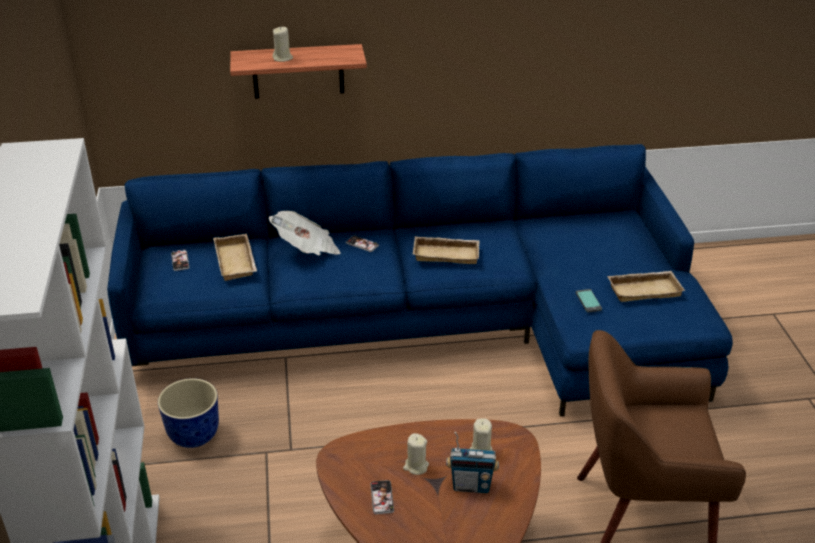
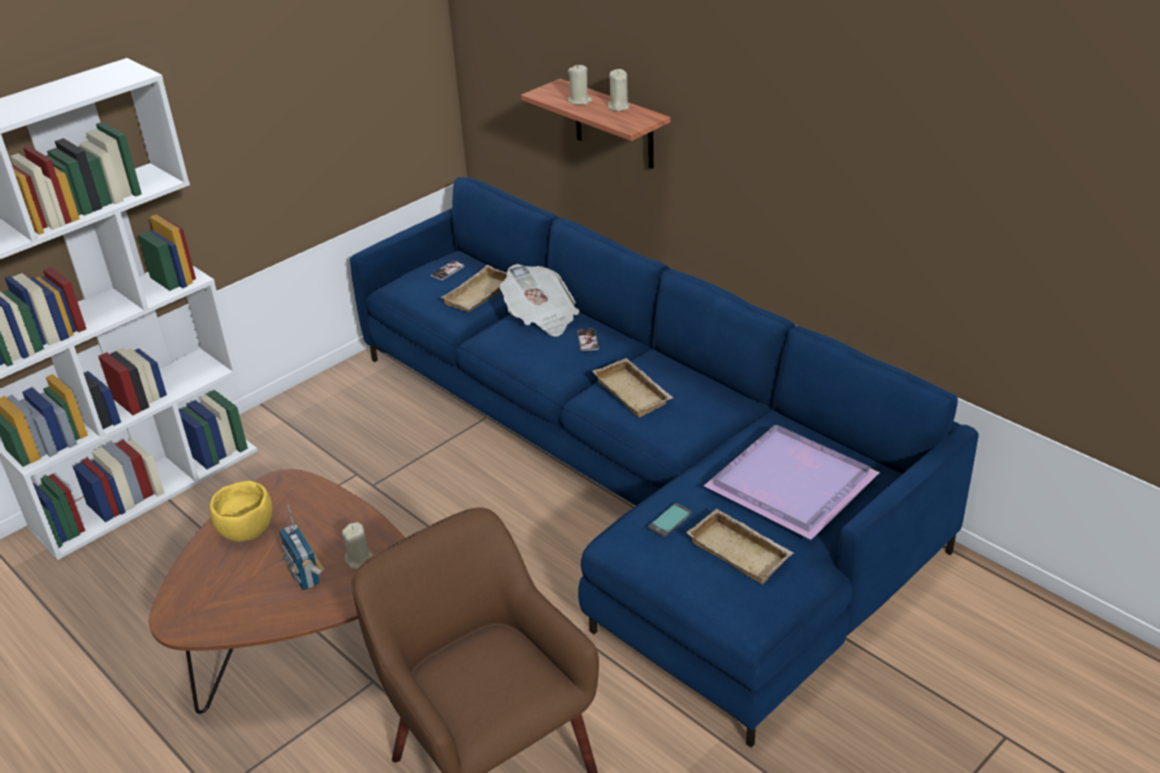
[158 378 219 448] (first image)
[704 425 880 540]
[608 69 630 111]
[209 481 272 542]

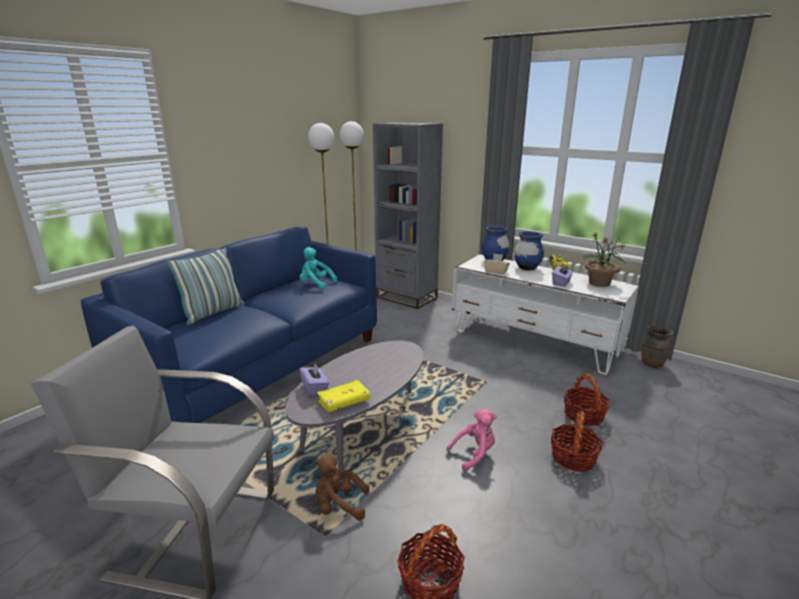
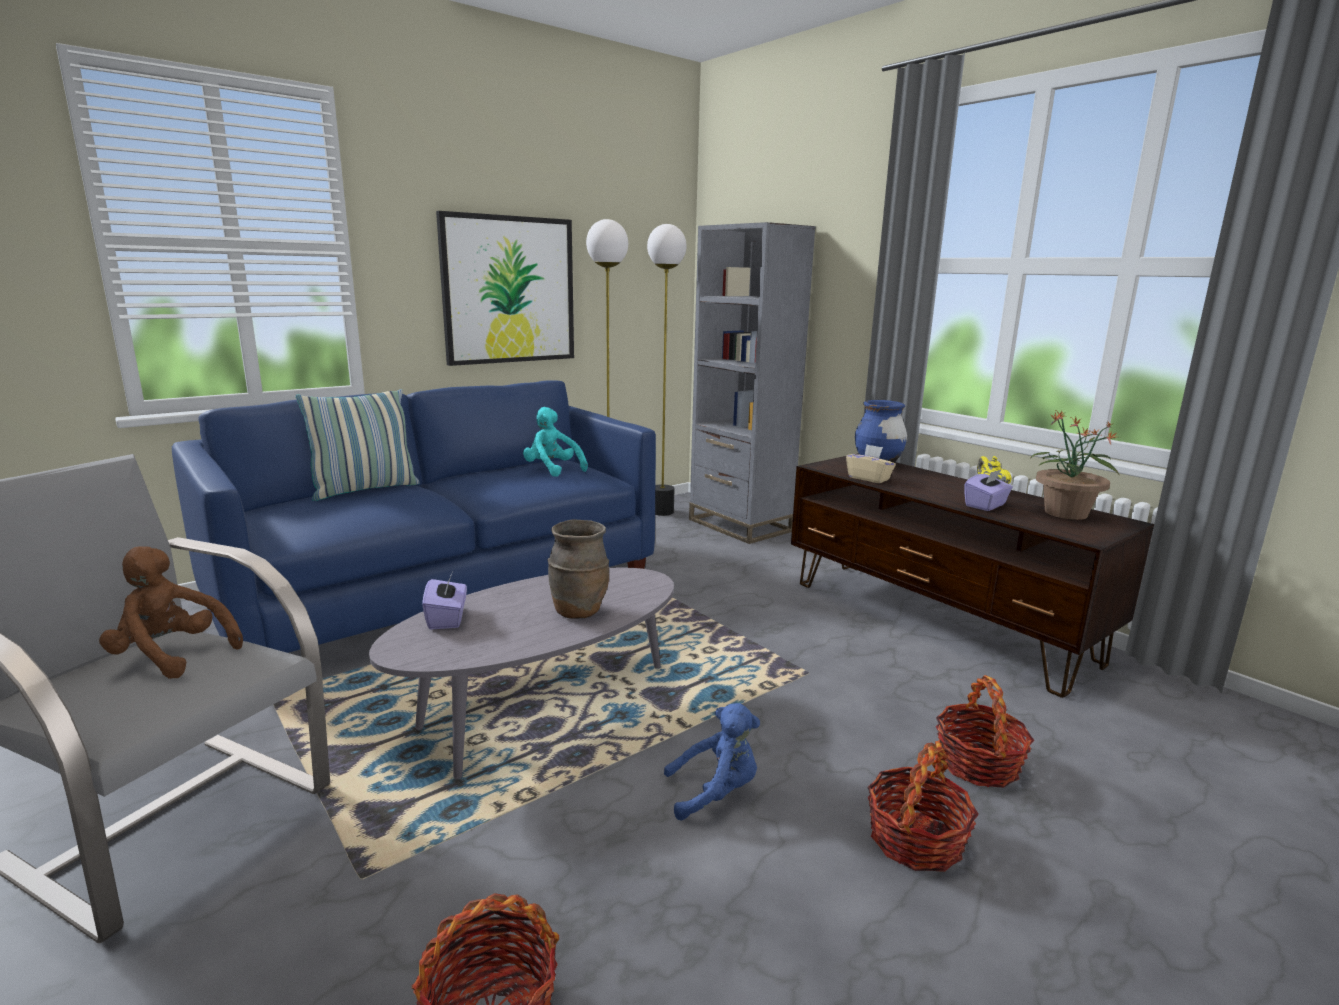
[317 380 370 412] (first image)
[514 231 544 270] (first image)
[436 211 574 366]
[99 546 243 679]
[548 520 609 619]
[664 703 760 821]
[791 453 1154 698]

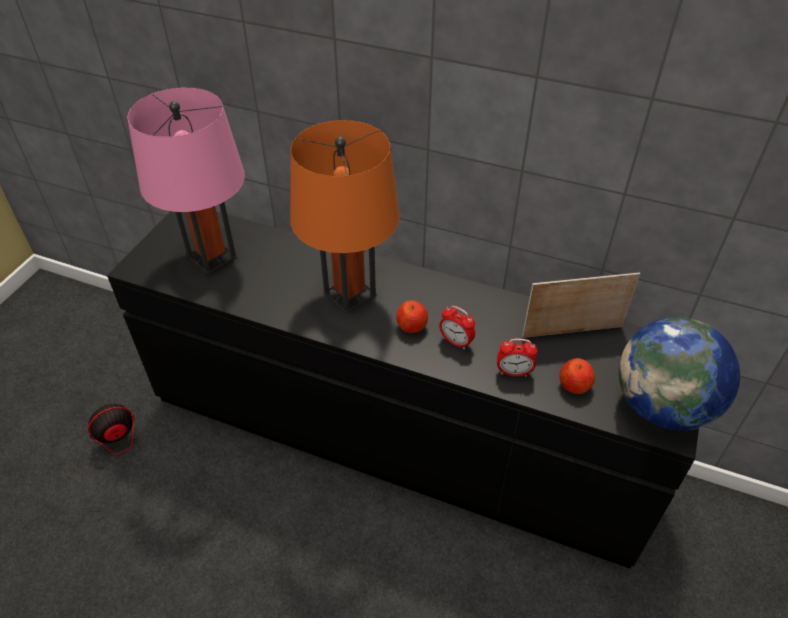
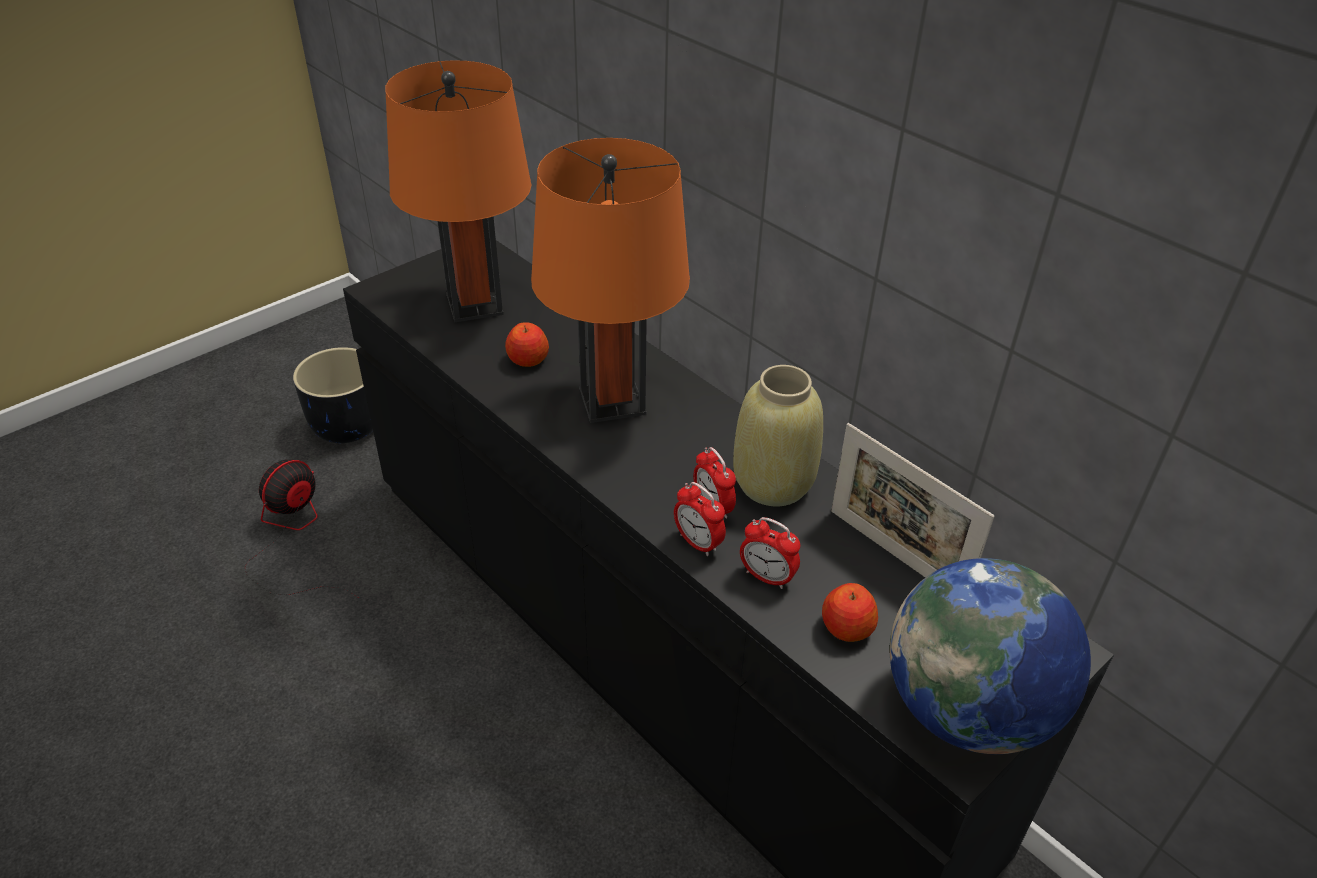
[293 347 373 443]
[674 482 726 556]
[733 365 823 506]
[505 322 549 367]
[385 60 532 322]
[245 459 359 598]
[831 423 995 578]

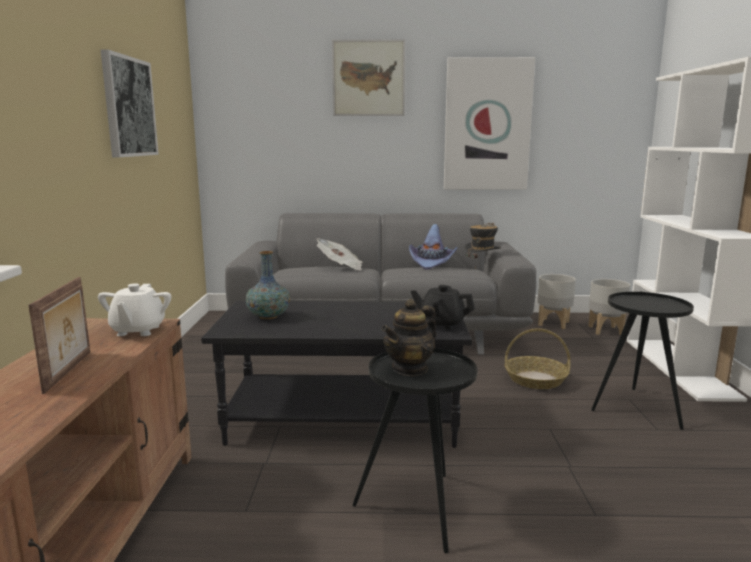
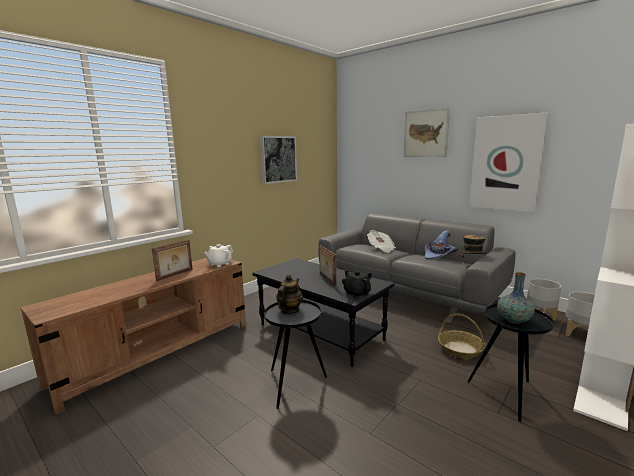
[320 245 336 286]
[497 272 535 324]
[276 275 303 314]

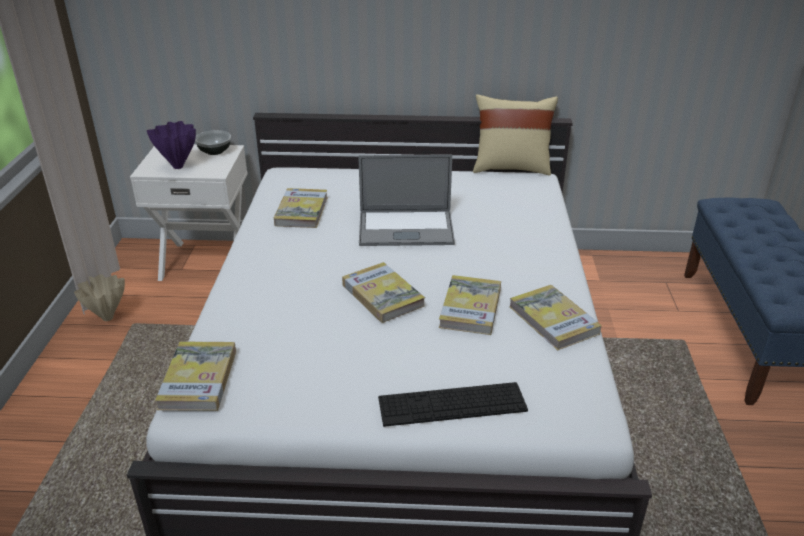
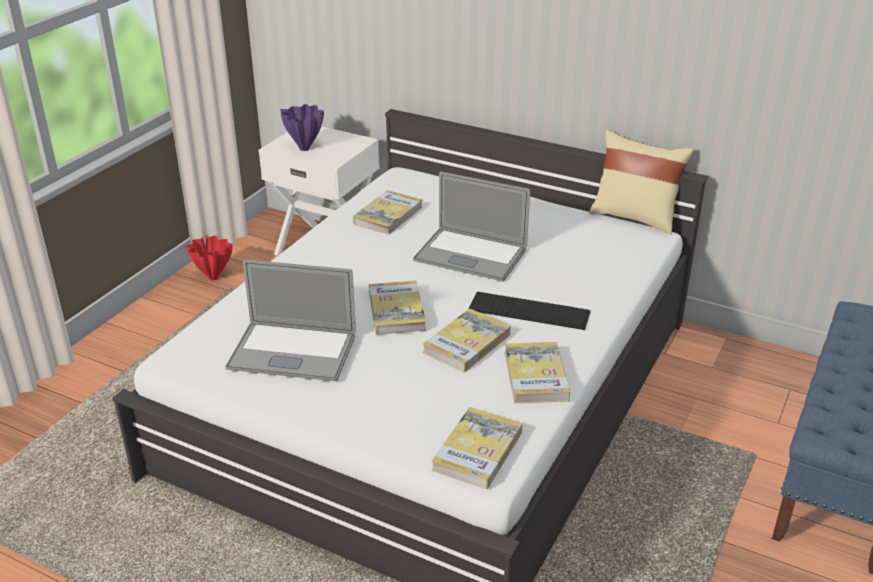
[195 130 231 155] (first image)
[226 259 356 382]
[431 407 523 489]
[469 292 591 330]
[186 235 232 280]

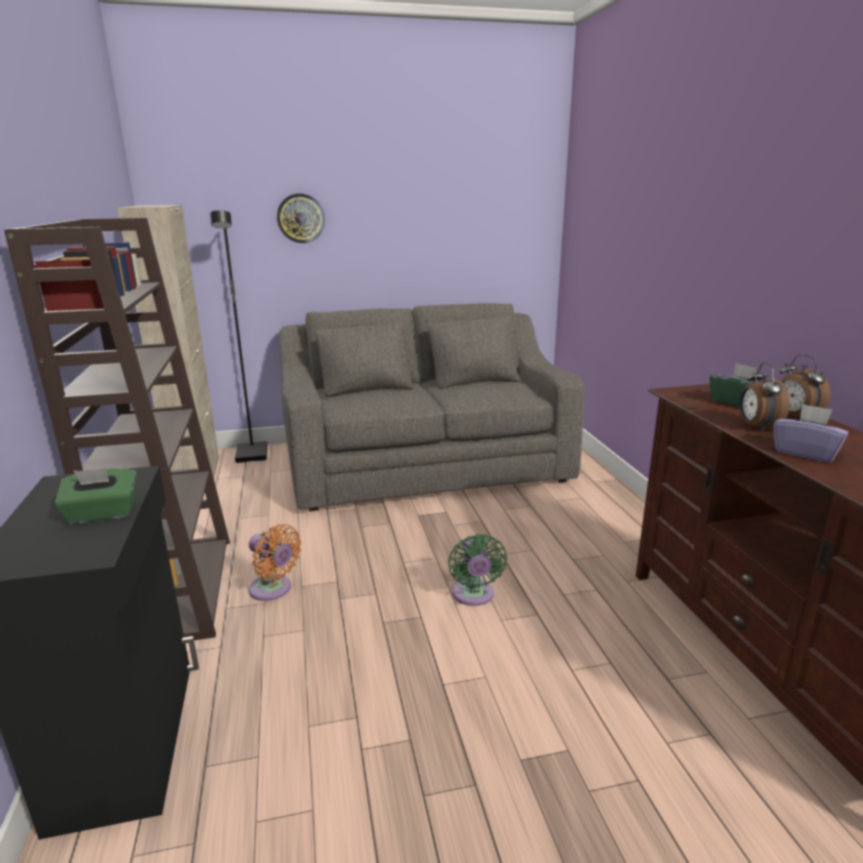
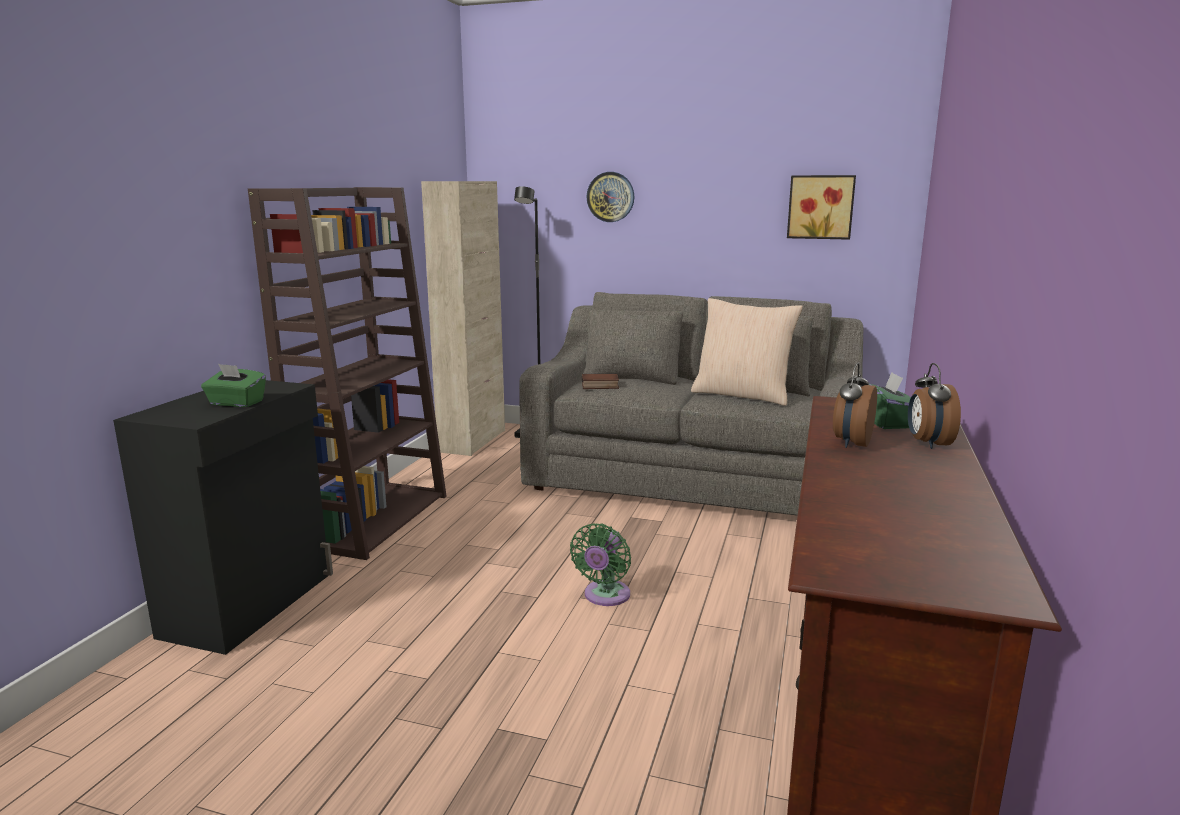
[249 524 301 601] (first image)
[774 404 848 463] (first image)
[582 374 619 389]
[691 298 803 406]
[787 175 856 240]

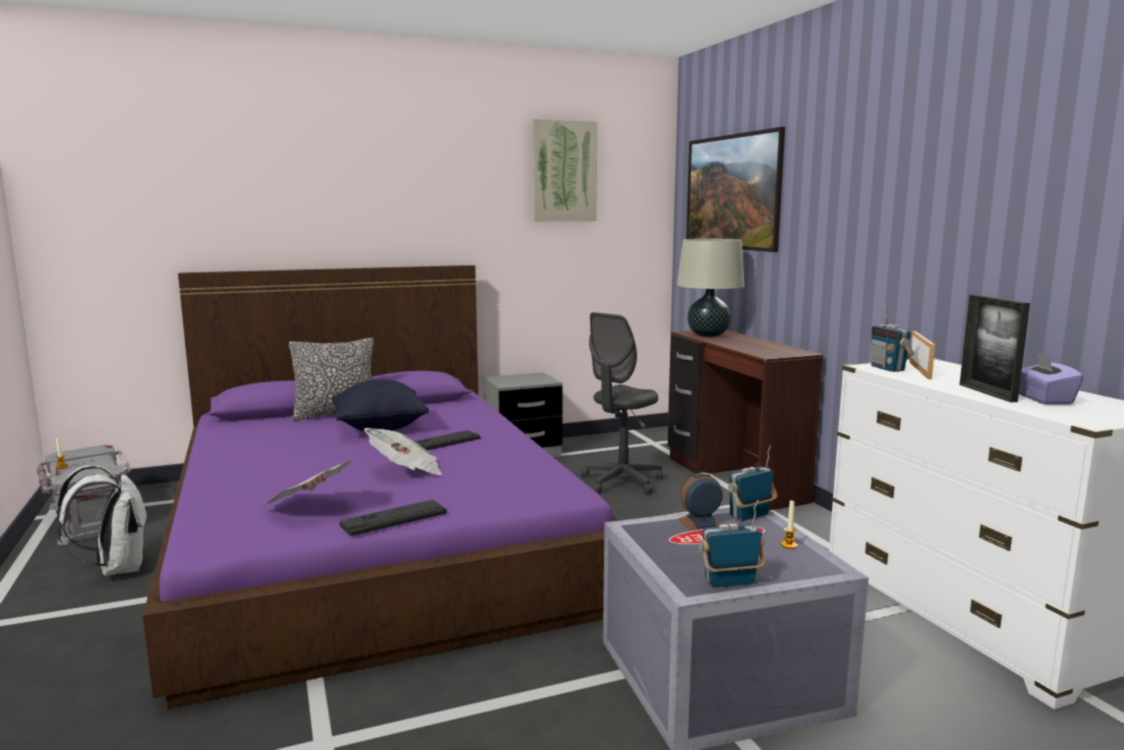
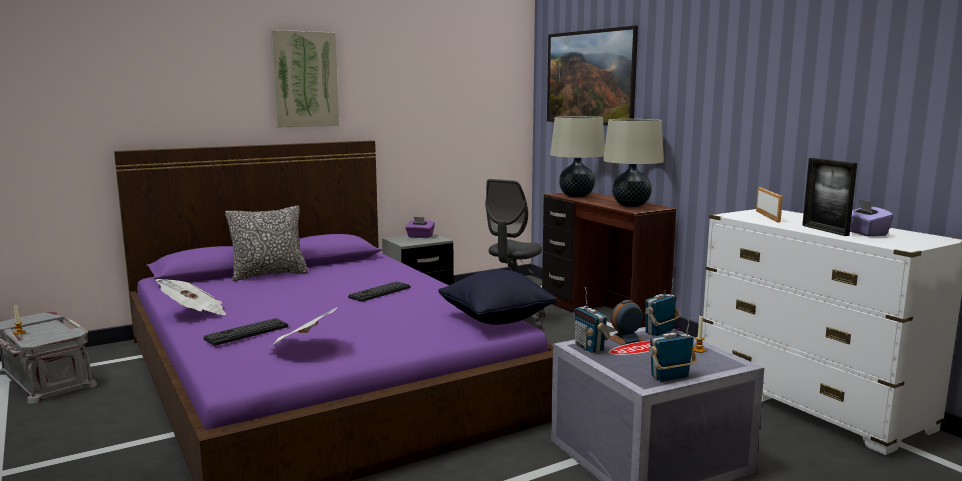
[57 465 148 576] (first image)
[405 217 435 238]
[603 119 664 207]
[438 269 557 325]
[203 318 288 346]
[156 279 226 315]
[270 30 339 127]
[574 287 610 353]

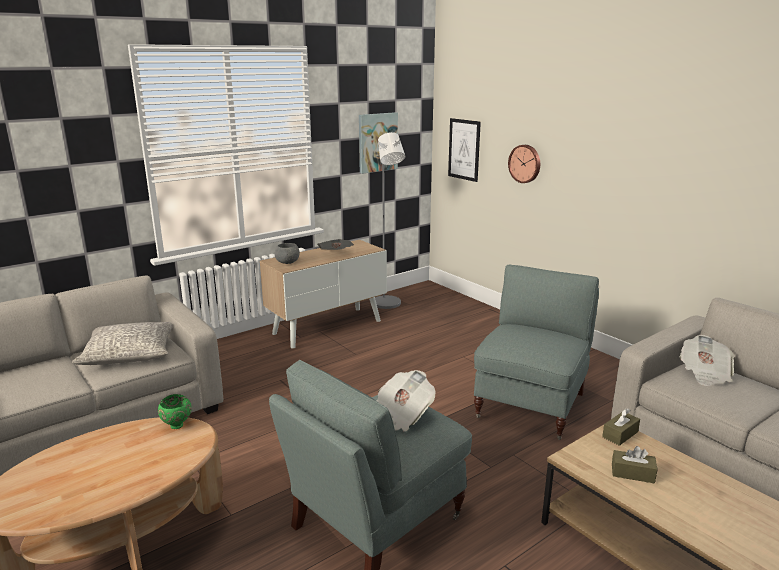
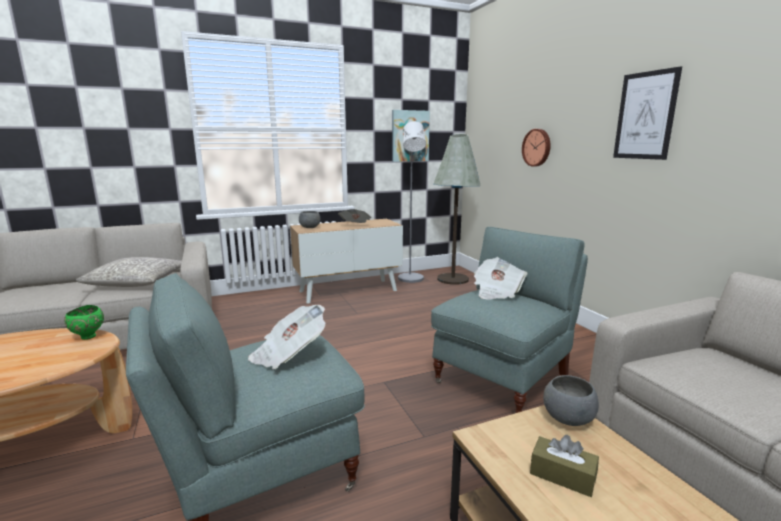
[433 134 481 285]
[613 66 682 160]
[474 257 527 300]
[543 375 599 426]

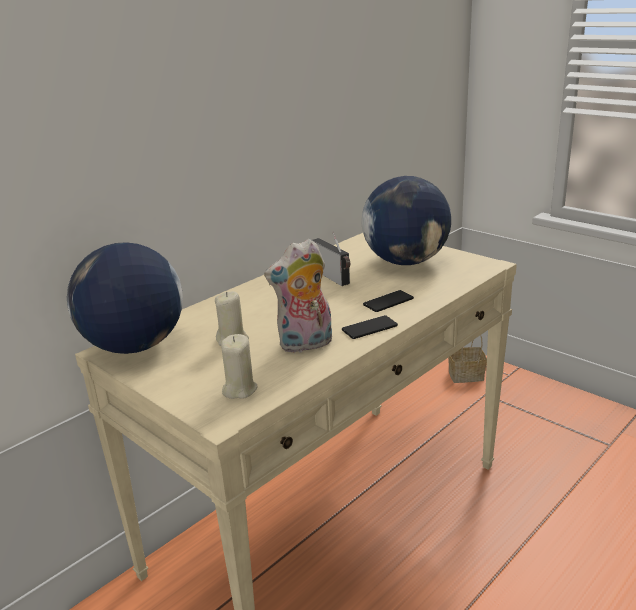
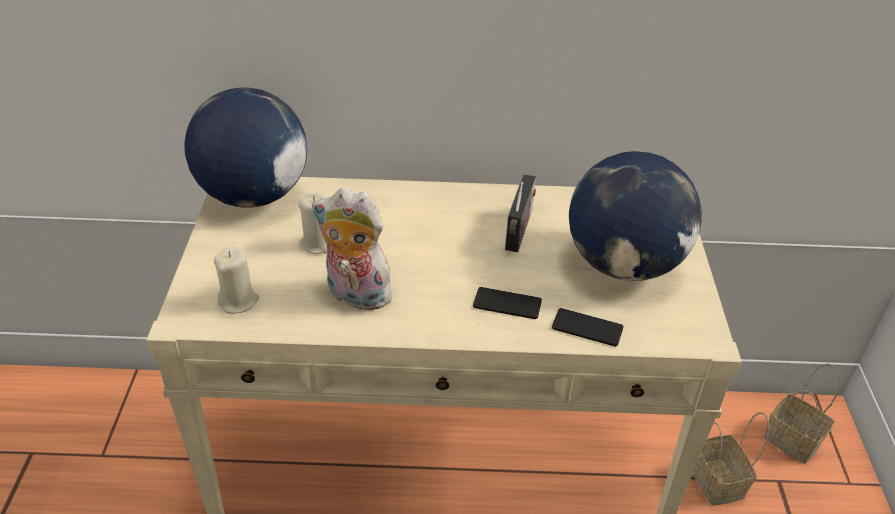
[693 412 770 506]
[552 308 623 346]

